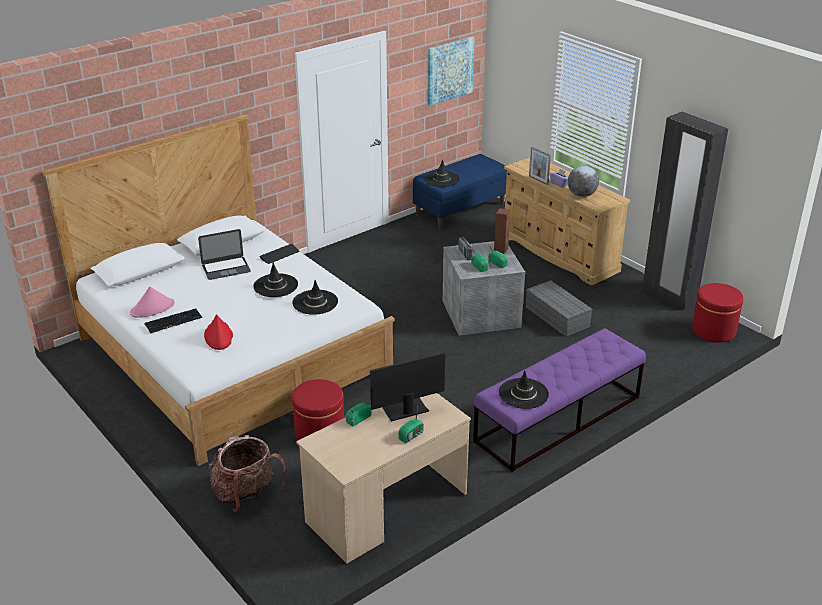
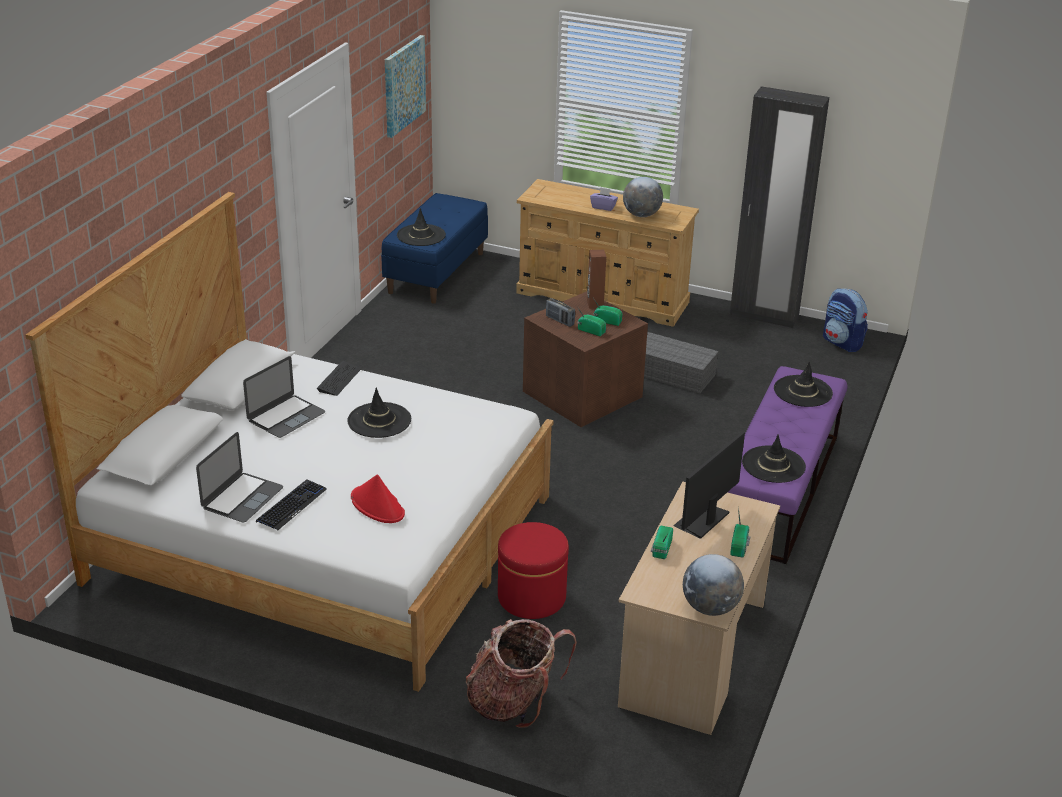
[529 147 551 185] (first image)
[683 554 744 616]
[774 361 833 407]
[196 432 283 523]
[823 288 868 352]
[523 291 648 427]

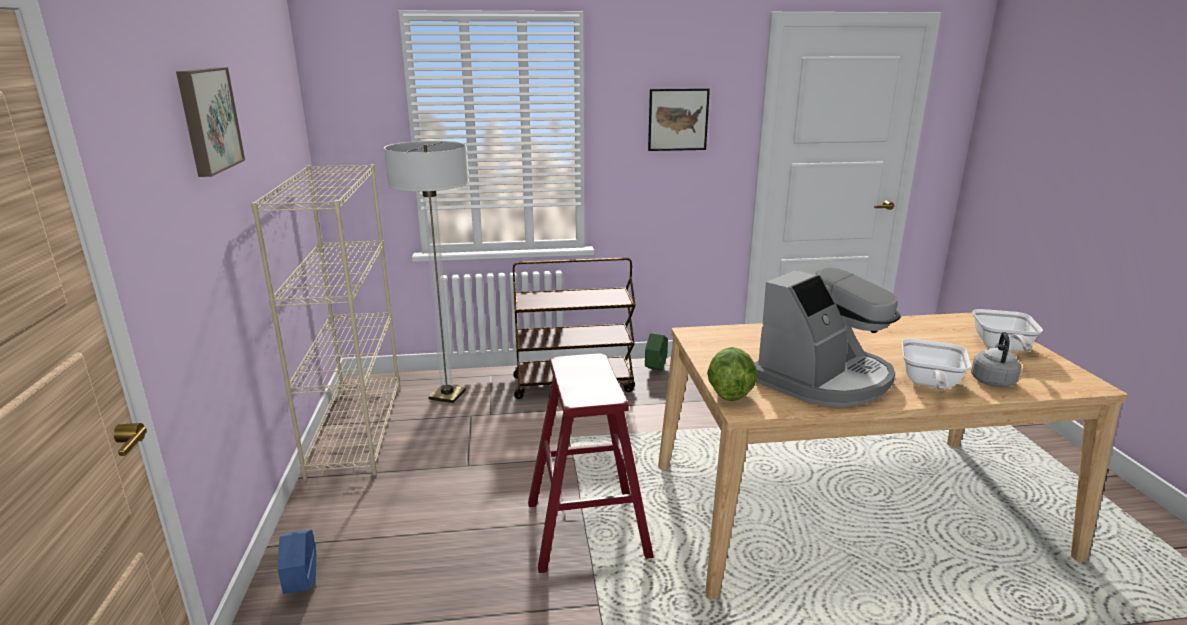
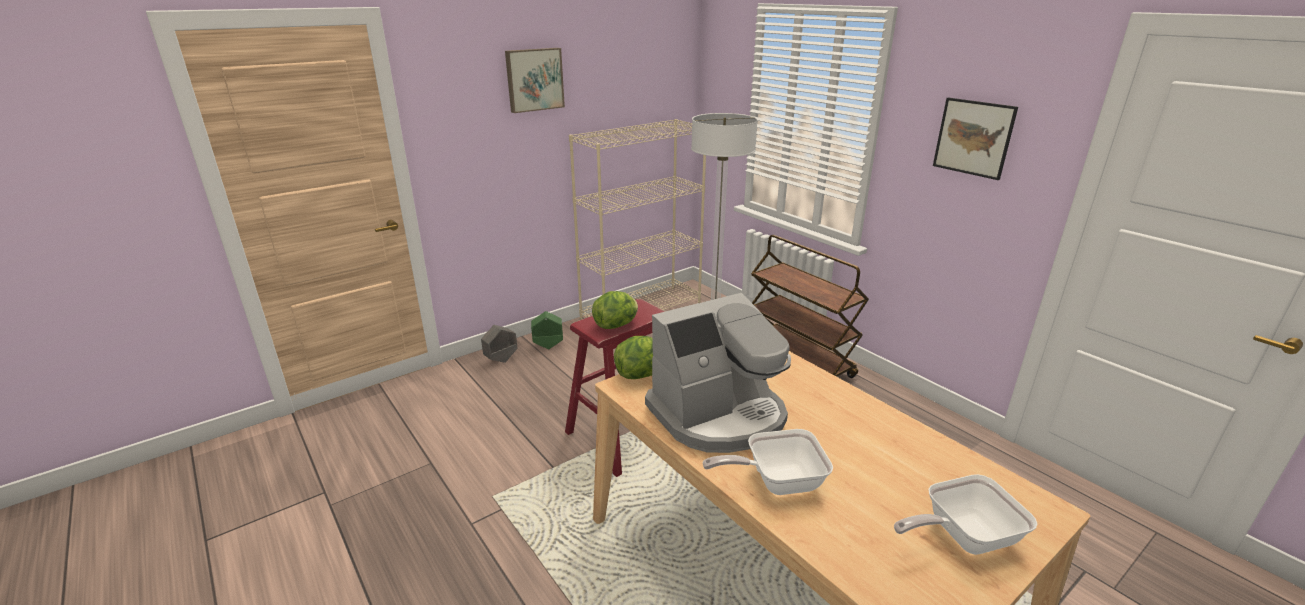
[971 332 1021 387] (first image)
[592 291 638 329]
[531 311 563 349]
[481 325 518 363]
[645 293 791 453]

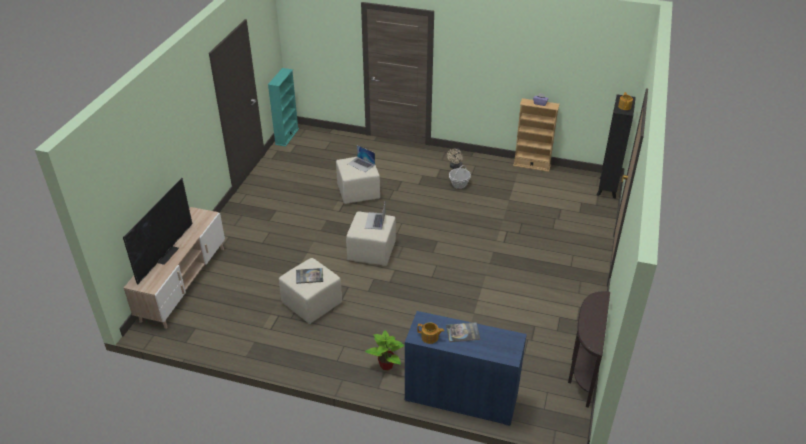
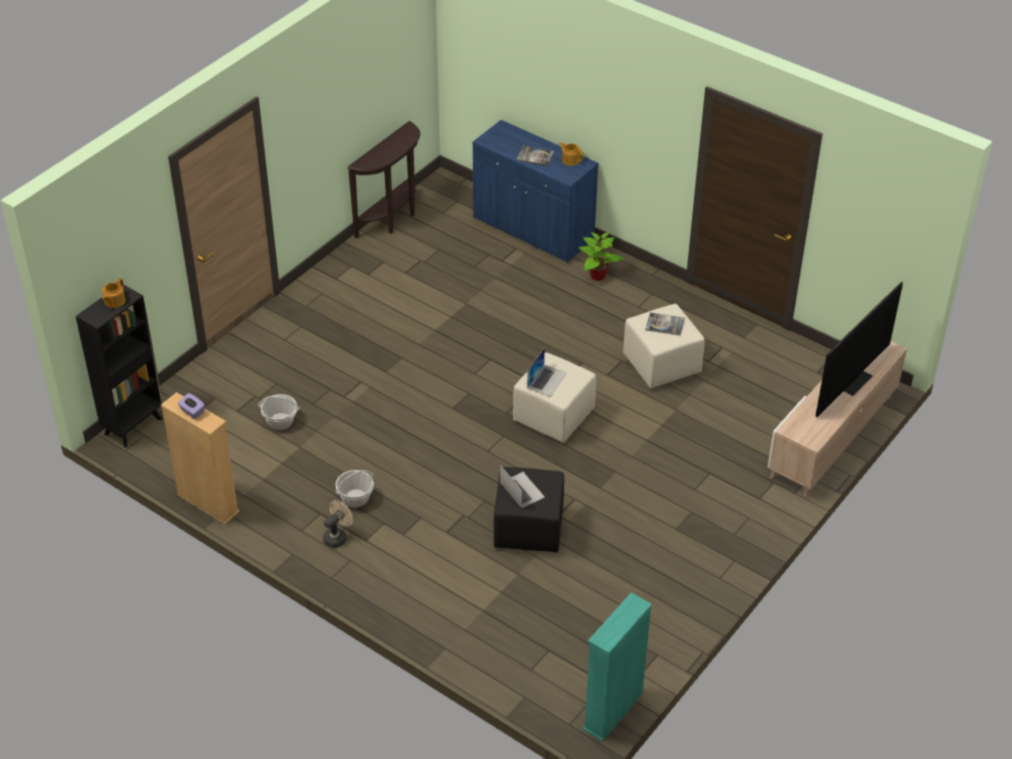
[258 394 300 430]
[494 467 564 553]

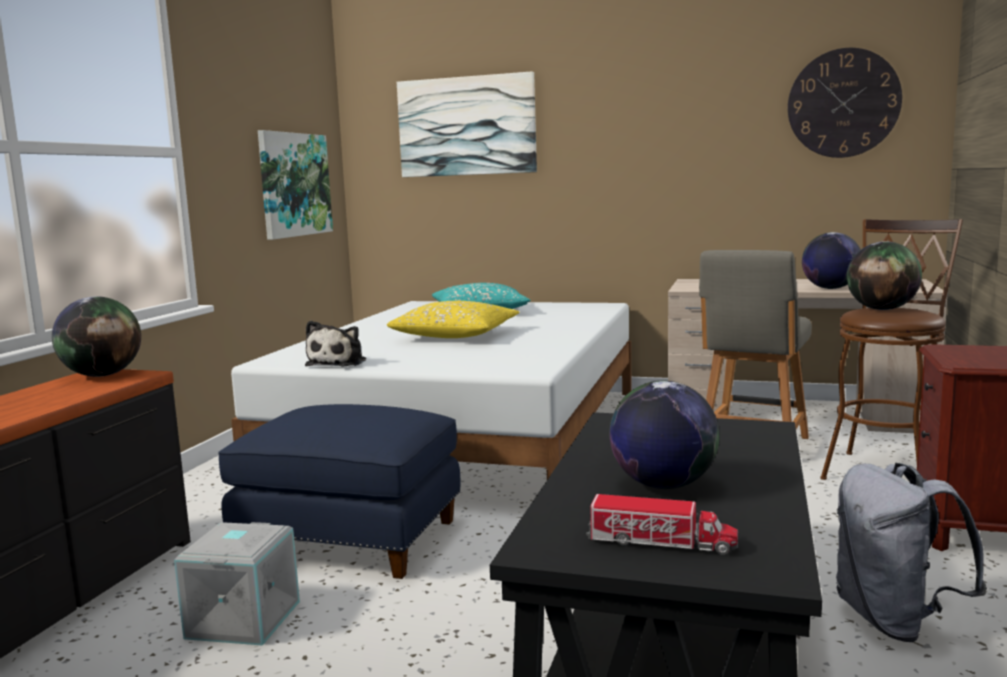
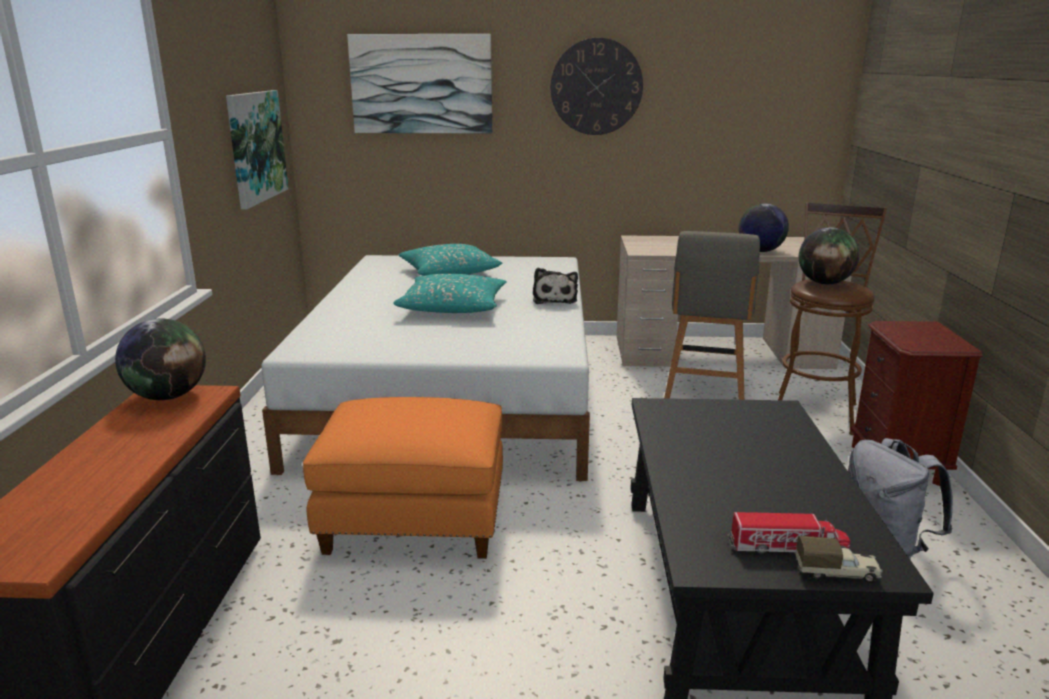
[174 522 300 646] (first image)
[609 381 719 489] (first image)
[795 536 883 583]
[533 268 578 304]
[551 38 643 135]
[303 397 503 559]
[393 274 507 313]

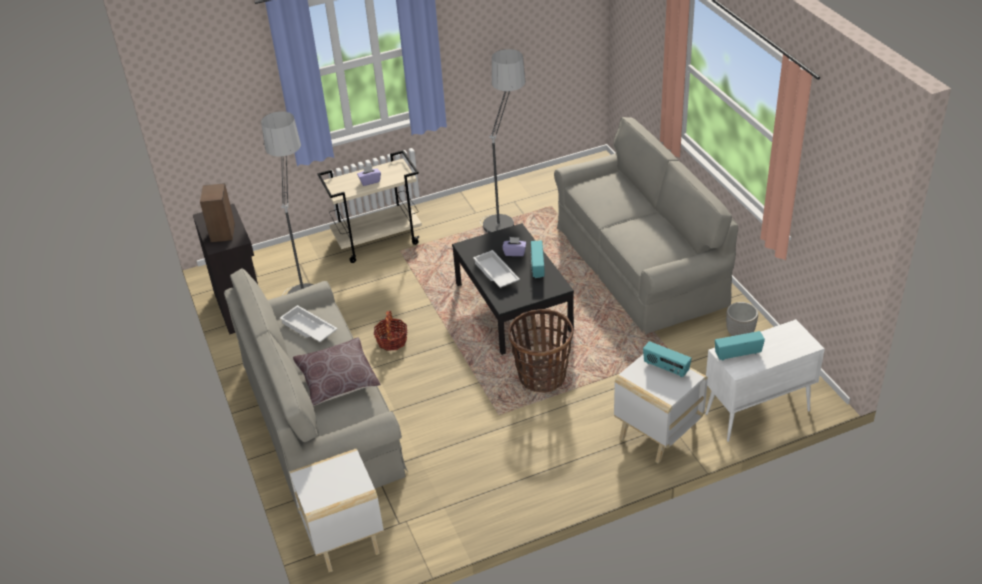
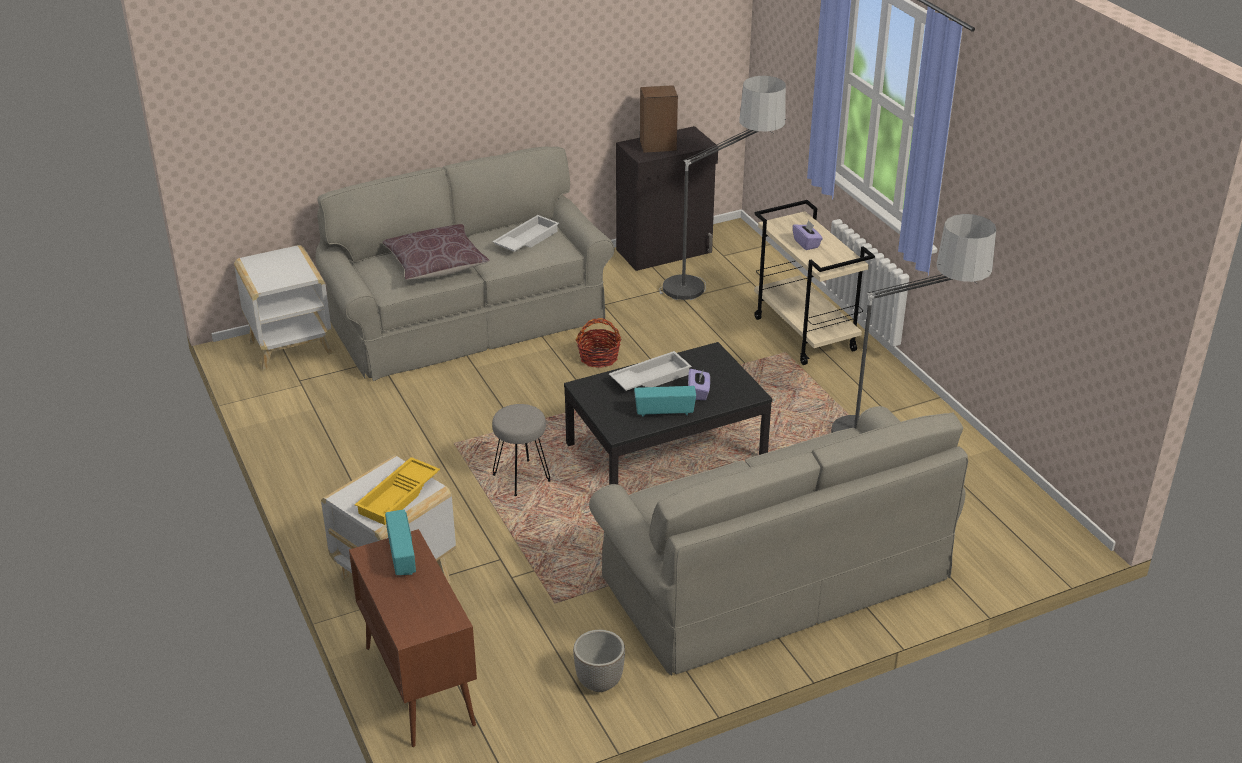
[492 404 550 496]
[355 457 440 525]
[349 529 477 747]

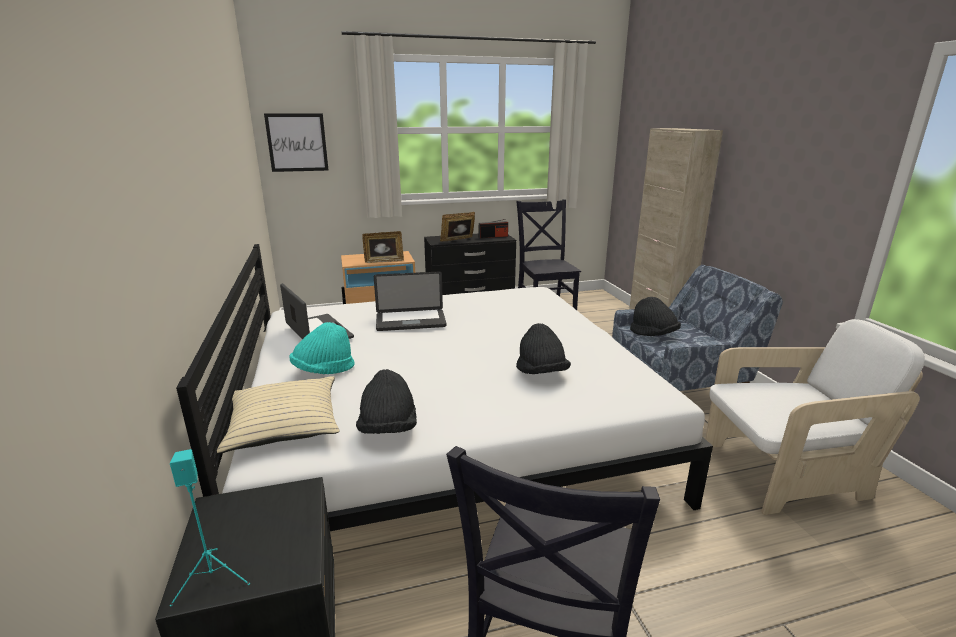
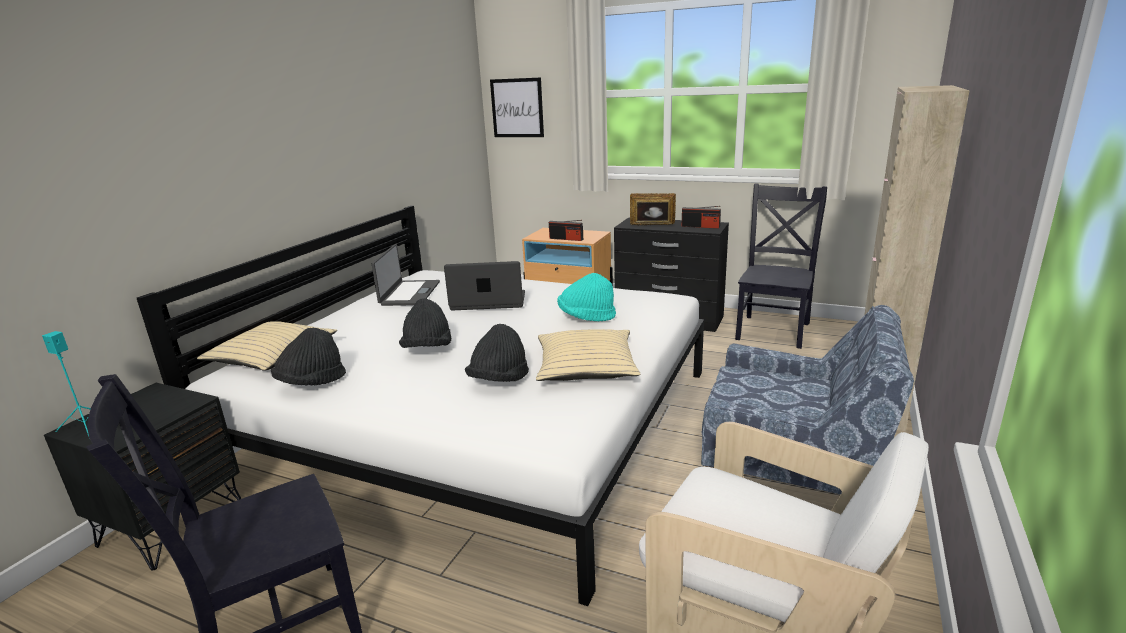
[536 329 640 381]
[557 273 616 321]
[399 298 451 348]
[549 220 583 241]
[444 261 525 310]

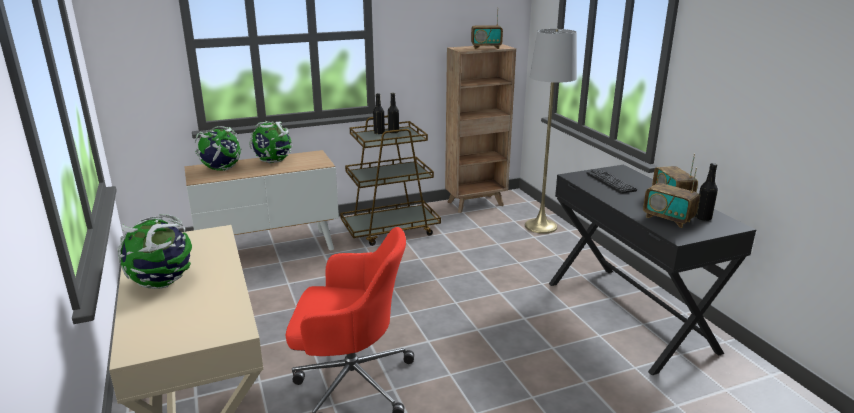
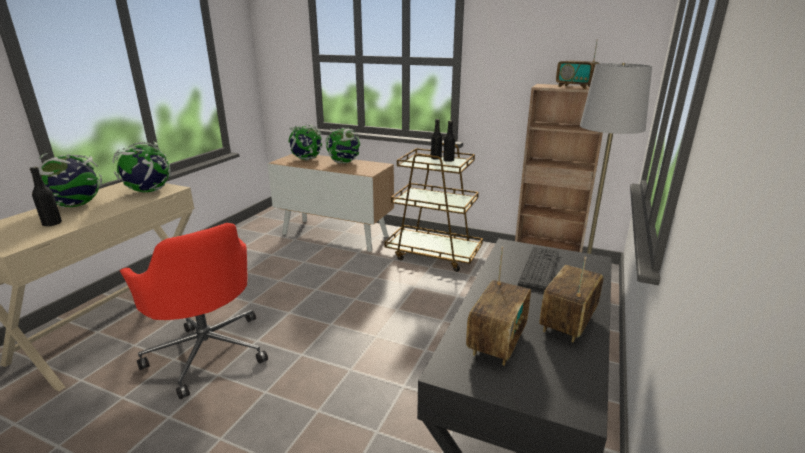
[113 141 171 192]
[30 167 62 227]
[466 246 531 366]

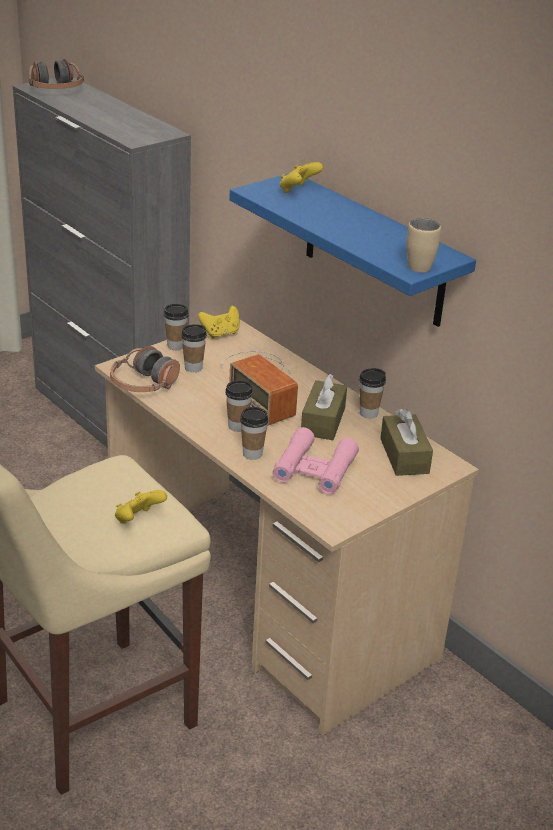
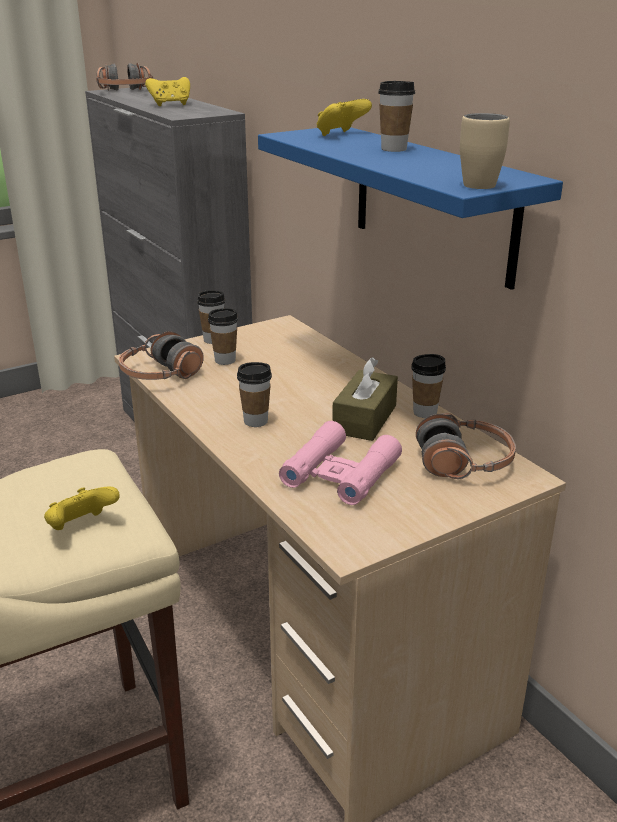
[221 351 298 426] (first image)
[145 77 190 106]
[378 81 415 152]
[416 413 516 479]

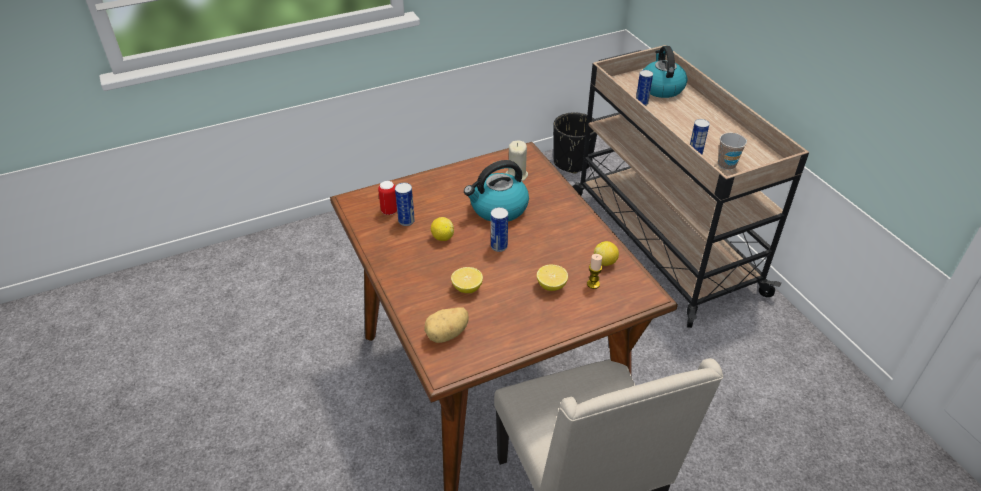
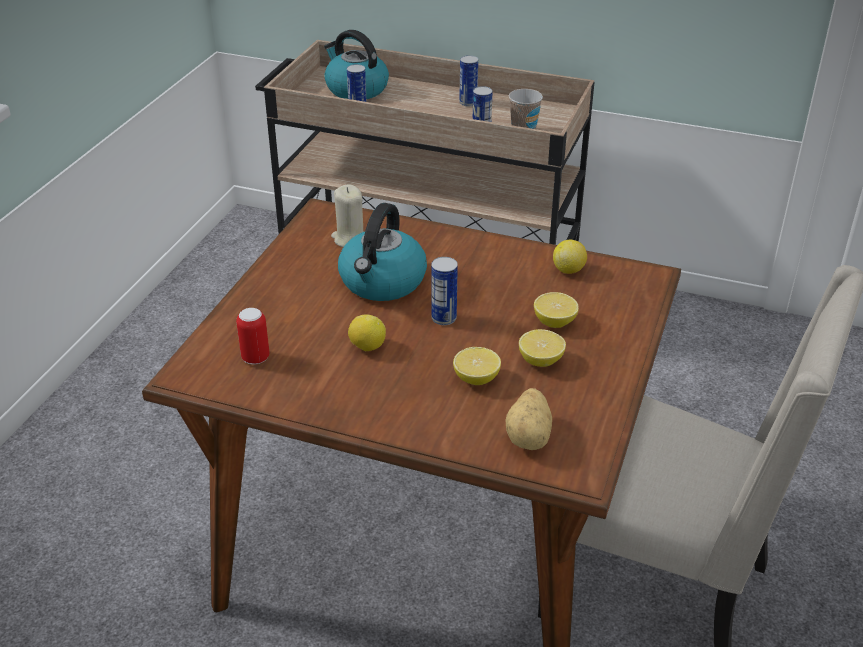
[553 112 597 174] (first image)
[587 254 602 289] (first image)
[519 329 566 367]
[459 55 478 107]

